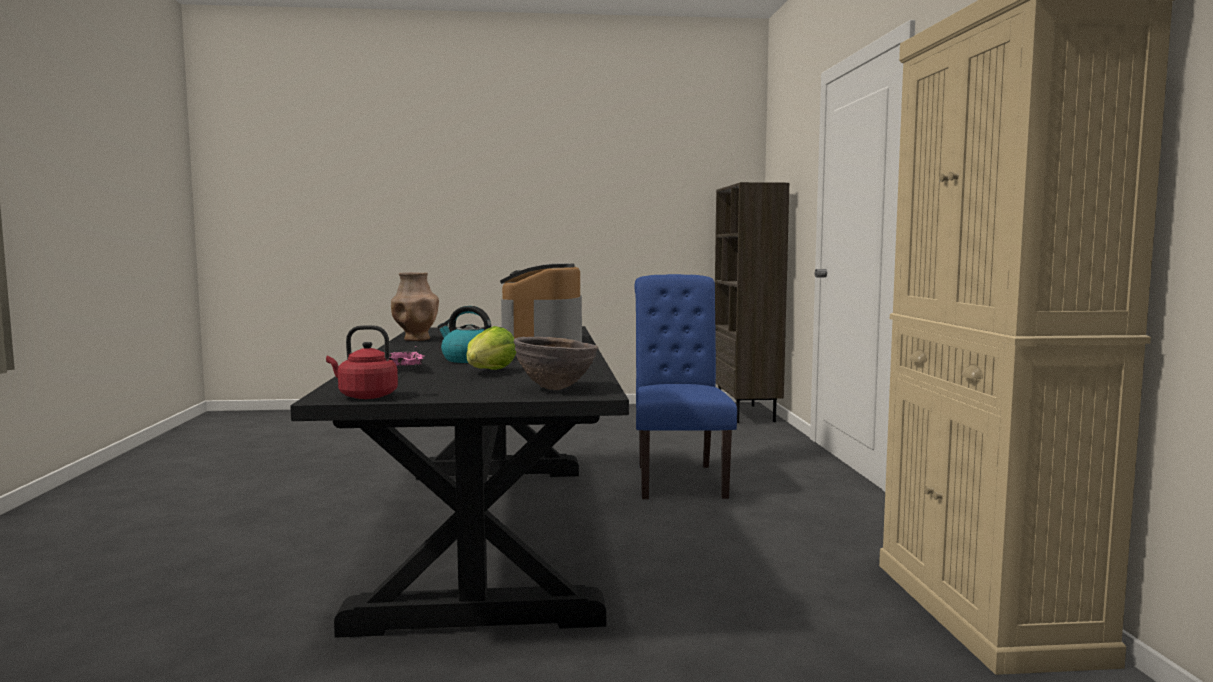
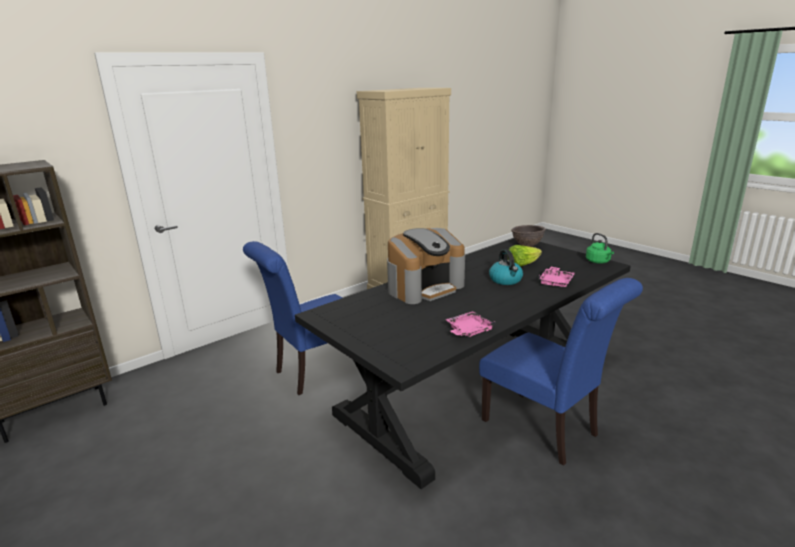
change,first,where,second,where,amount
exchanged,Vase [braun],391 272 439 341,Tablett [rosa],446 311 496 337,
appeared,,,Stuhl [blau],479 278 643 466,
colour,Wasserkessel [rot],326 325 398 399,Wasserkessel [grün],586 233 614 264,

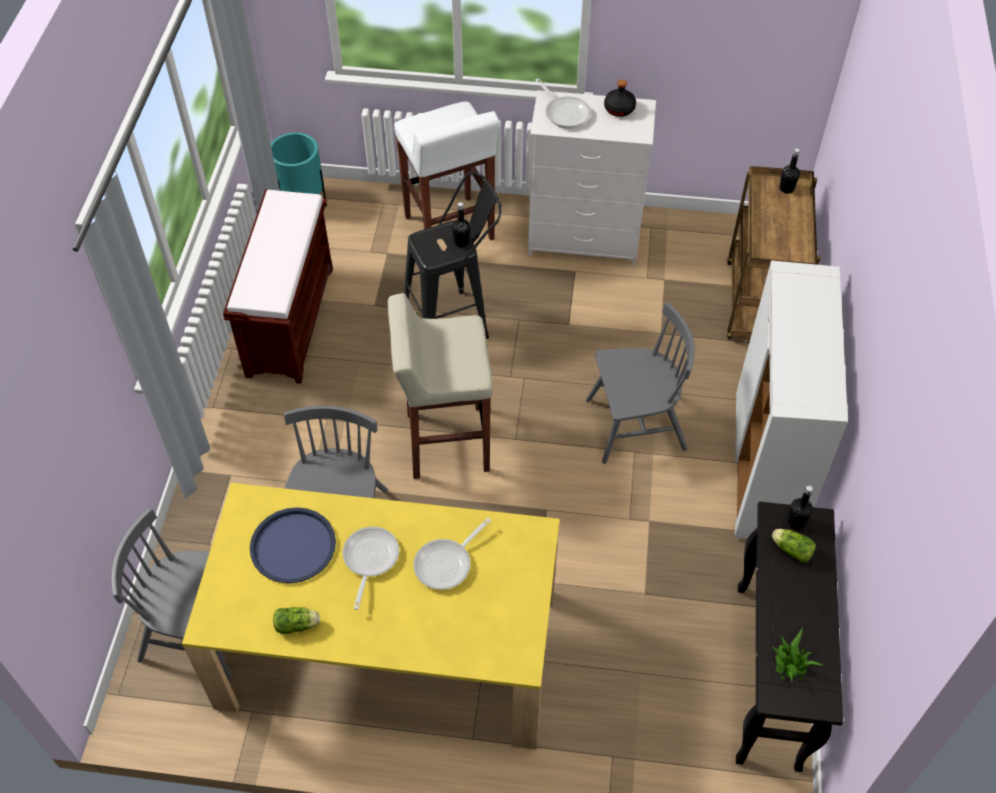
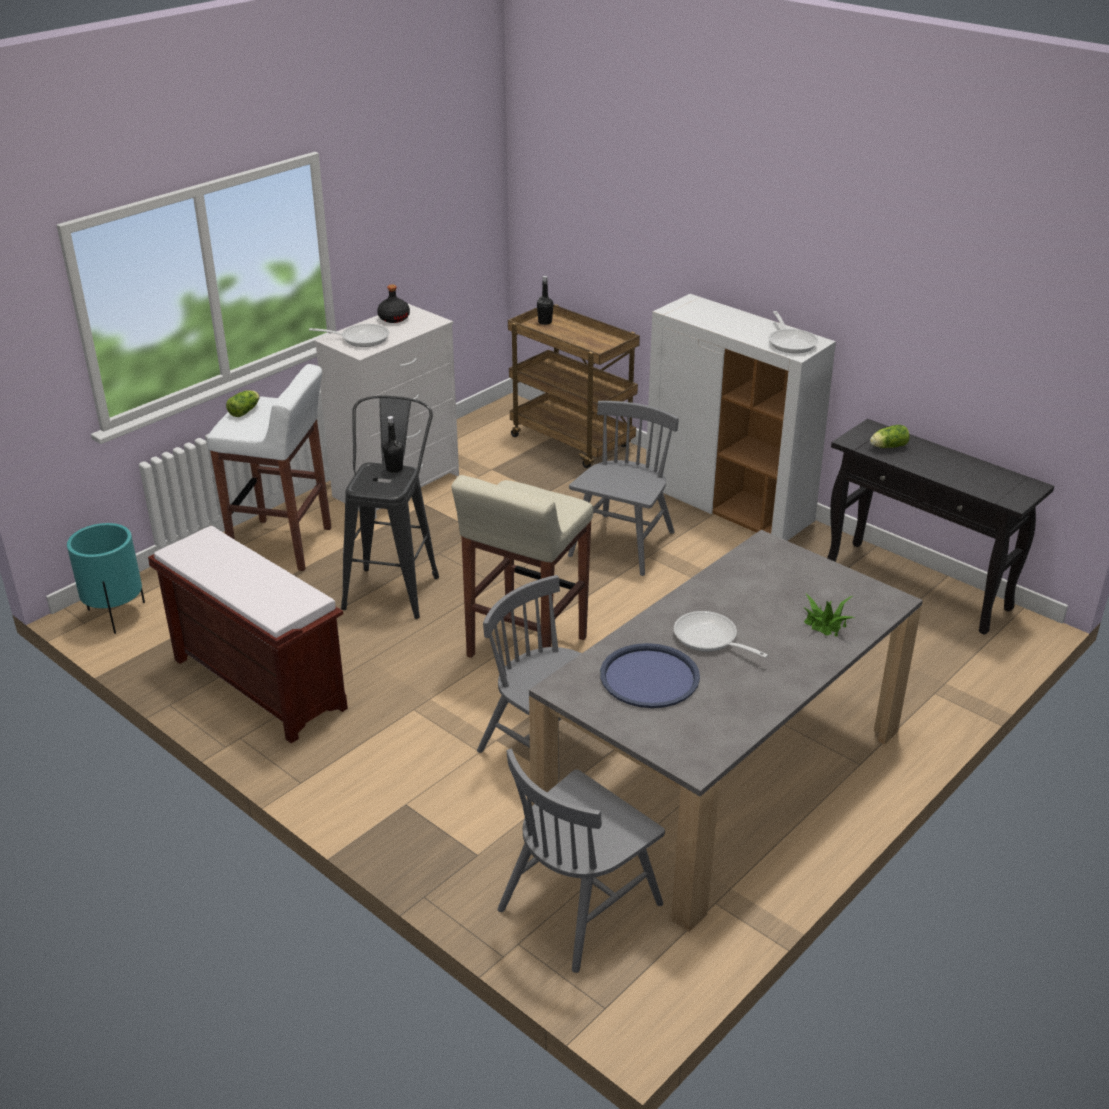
change,first,where,second,where,amount
relocated,Salatkopf,273 607 320 634,,226 390 259 417,
colour,Esstisch [gelb],182 483 560 749,Esstisch [grau],529 530 923 932,
relocated,Pfanne,413 518 491 590,,768 311 819 353,
relocated,Topfpflanze,771 629 824 682,,803 593 854 637,
missing,Flasche [schwarz],787 485 813 529,,,

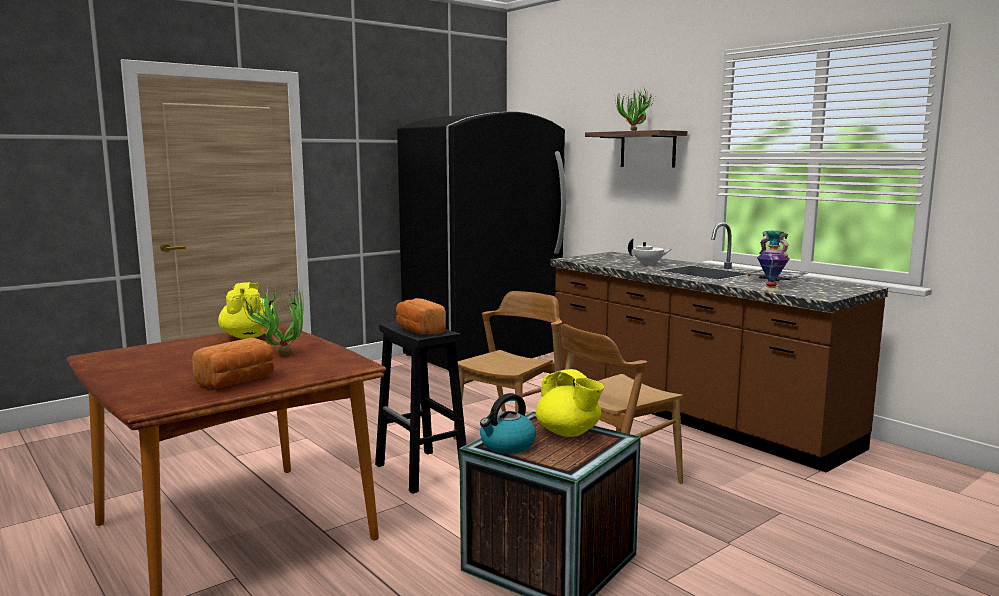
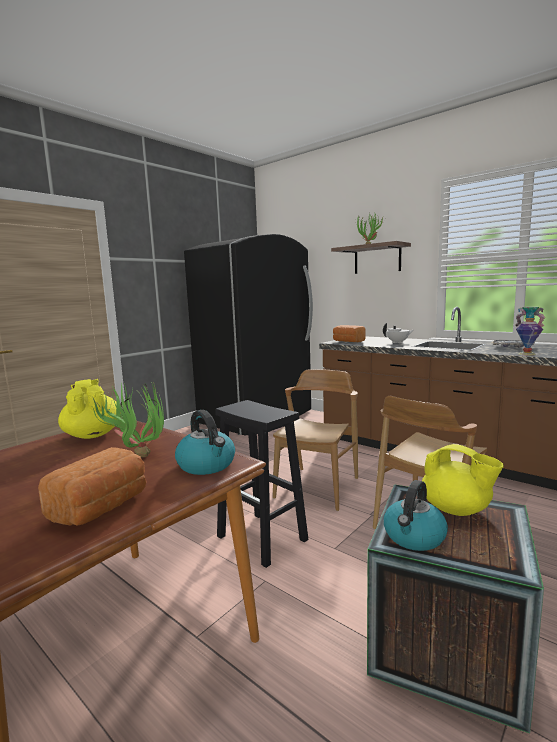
change,first,where,second,where,amount
appeared,,,Wasserkessel,175 410 235 475,
relocated,Brot,396 298 446 335,,333 325 366 342,

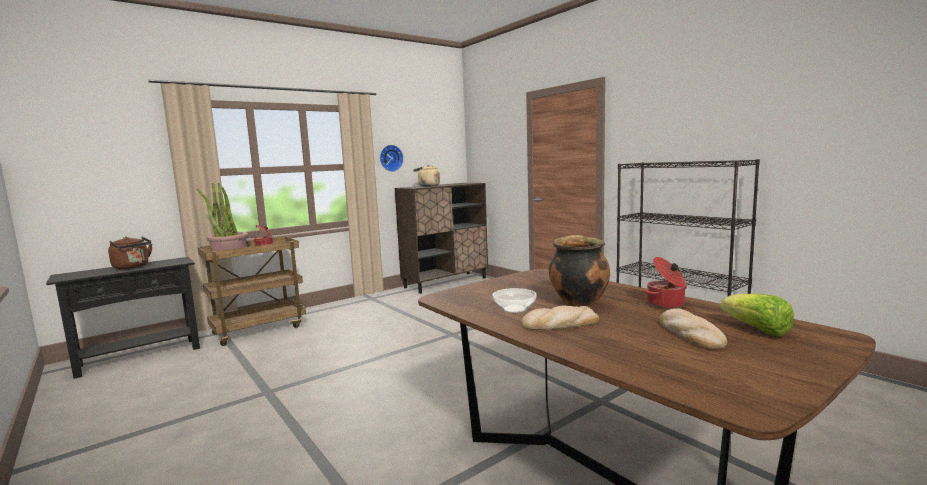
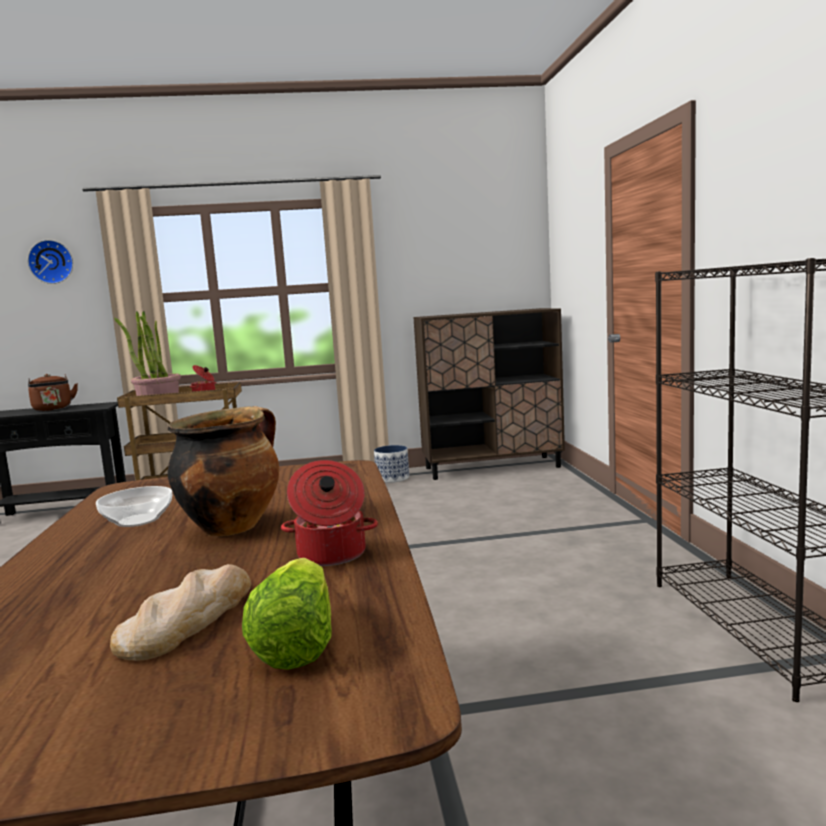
change,first,where,second,where,amount
relocated,Wanduhr,380 145 404 172,,27 240 73 284,
appeared,,,Pflanzkübel,374 445 409 483,
missing,Wasserkessel [beige],413 165 440 187,,,
missing,Brot,521 305 599 330,,,

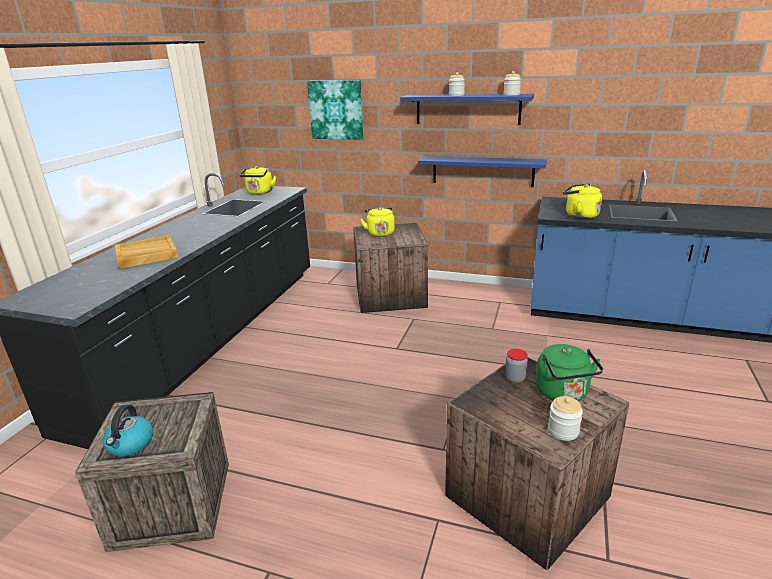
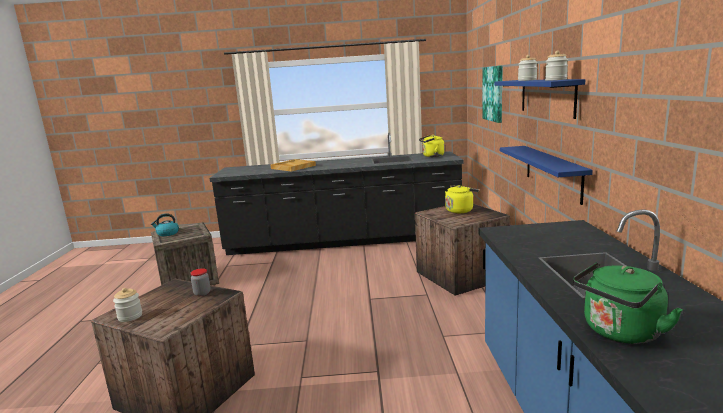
change,first,where,second,where,amount
relocated,Wasserkessel [grün],535 344 603 401,,573 262 683 344,
missing,Wasserkessel [gelb],563 183 602 219,,,

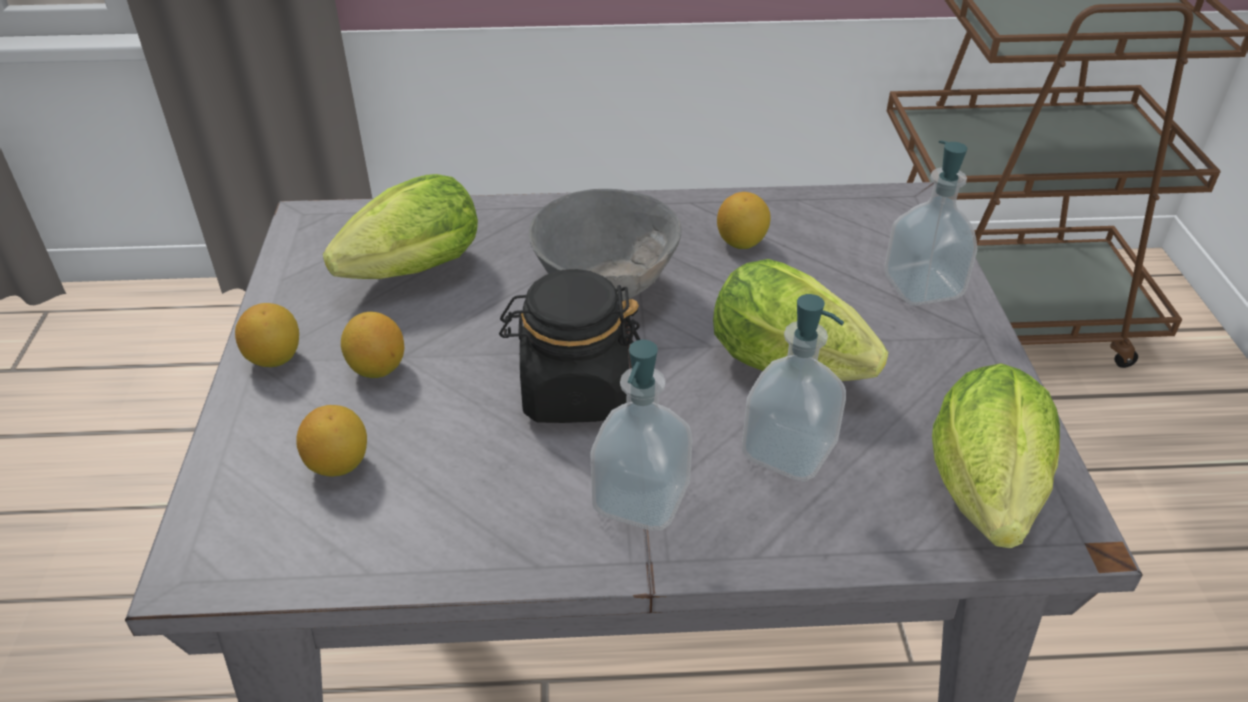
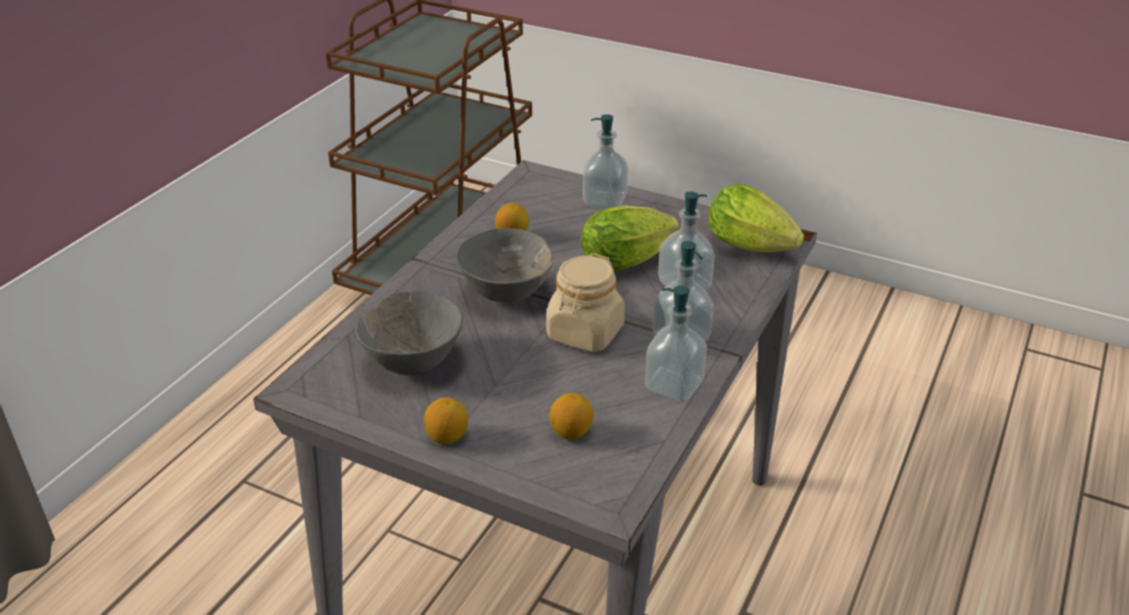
change,first,where,second,where,amount
exchanged,Salatkopf,323 174 478 279,Schüssel [grau],355 290 463 375,
colour,Vorratsglas [schwarz],499 269 641 423,Vorratsglas [beige],546 253 625 352,
appeared,,,Seifenspender,645 286 707 402,
missing,Zitrone,341 312 404 378,,,

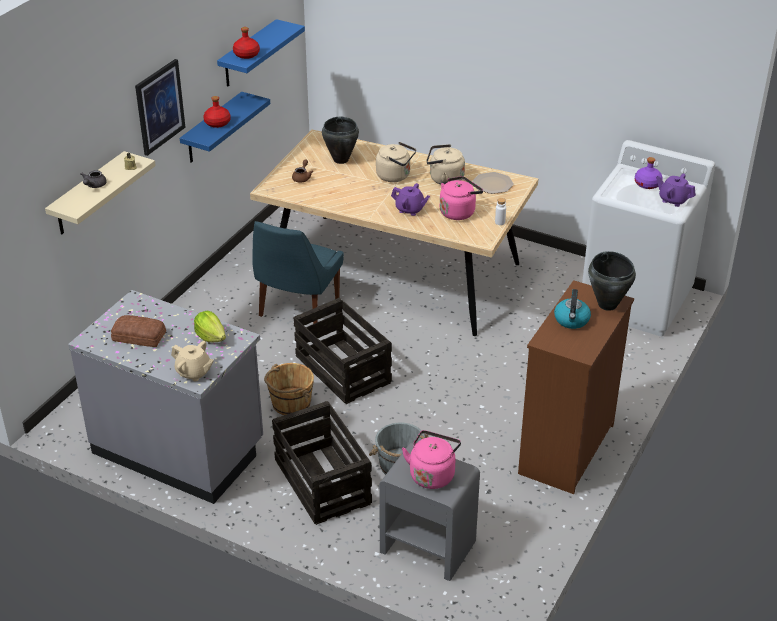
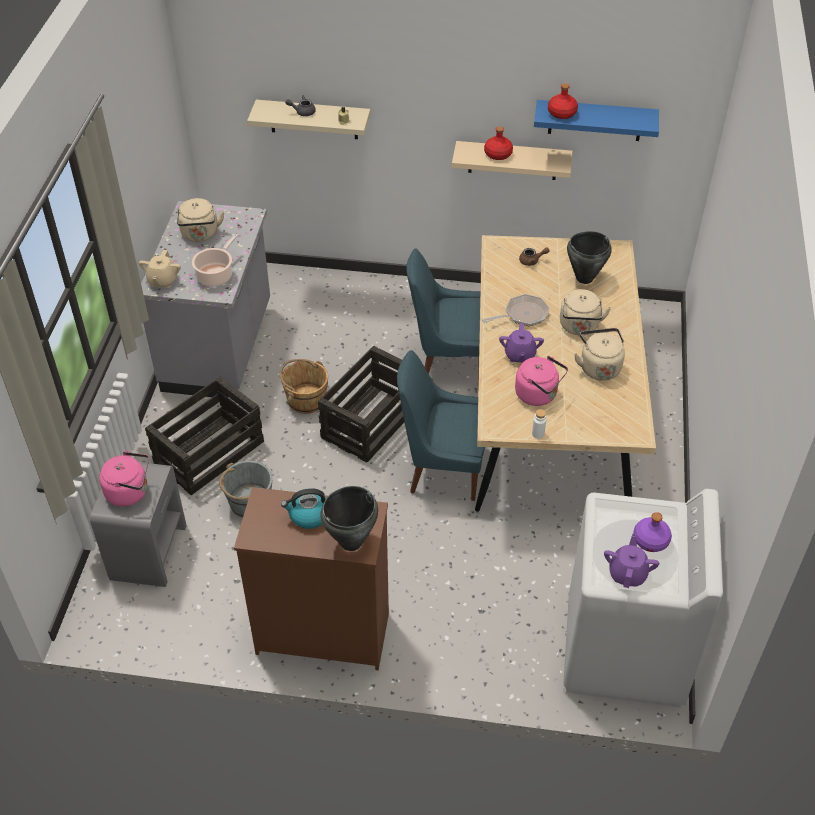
change,first,where,second,where,amount
exchanged,Brot,111 315 166 347,Wasserkessel [beige],177 198 225 242,
exchanged,Salatkopf,194 311 226 342,Kochtopf,192 234 239 287,
appeared,,,Stuhl [blau],397 350 485 501,
colour,Wandregal [blau],180 92 270 163,Wandregal [beige],452 141 573 180,
appeared,,,Pfanne,482 294 550 326,
missing,Bild,135 59 186 156,,,
missing,Teller,472 172 514 194,,,

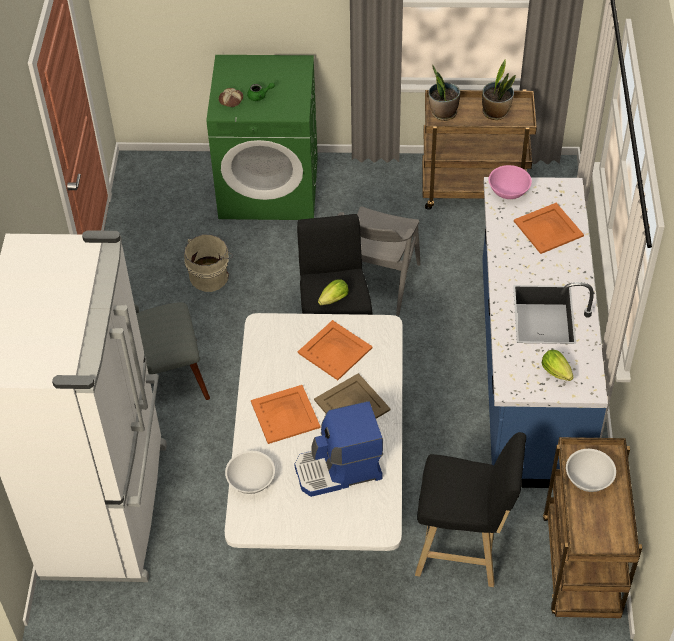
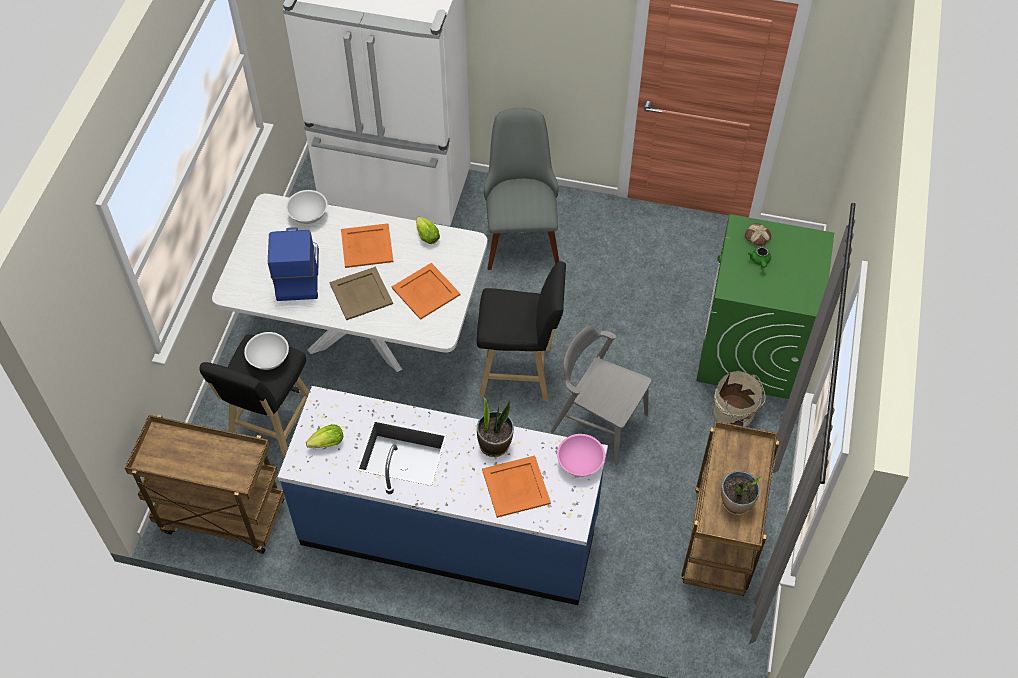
change,first,where,second,where,amount
relocated,Schüssel [weiß],566 449 616 492,,244 332 289 370,
relocated,Salatkopf,318 279 349 305,,416 217 440 244,
relocated,Topfpflanze,429 65 460 121,,477 397 514 457,
relocated,Eimer [beige],184 234 233 292,,714 370 766 427,

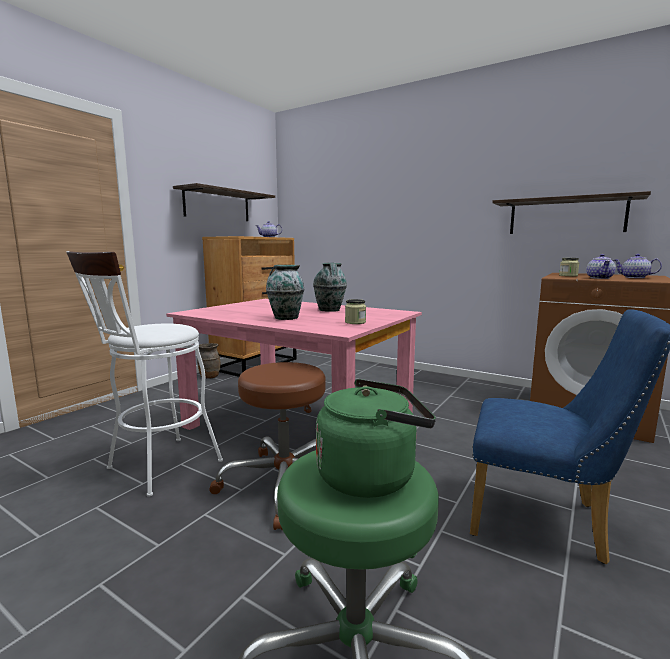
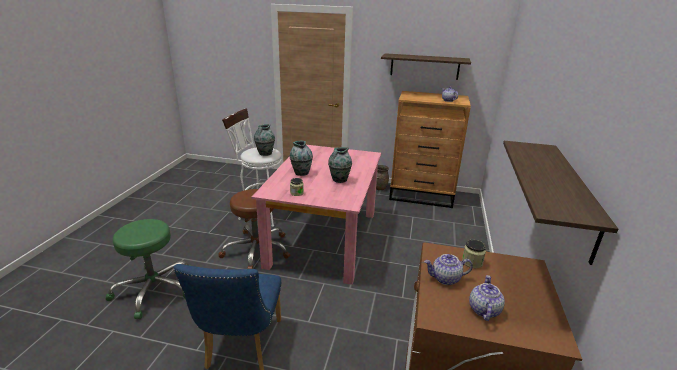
change,first,where,second,where,amount
appeared,,,Vase,254 124 275 156,
missing,Wasserkessel [grün],316 379 436 498,,,

